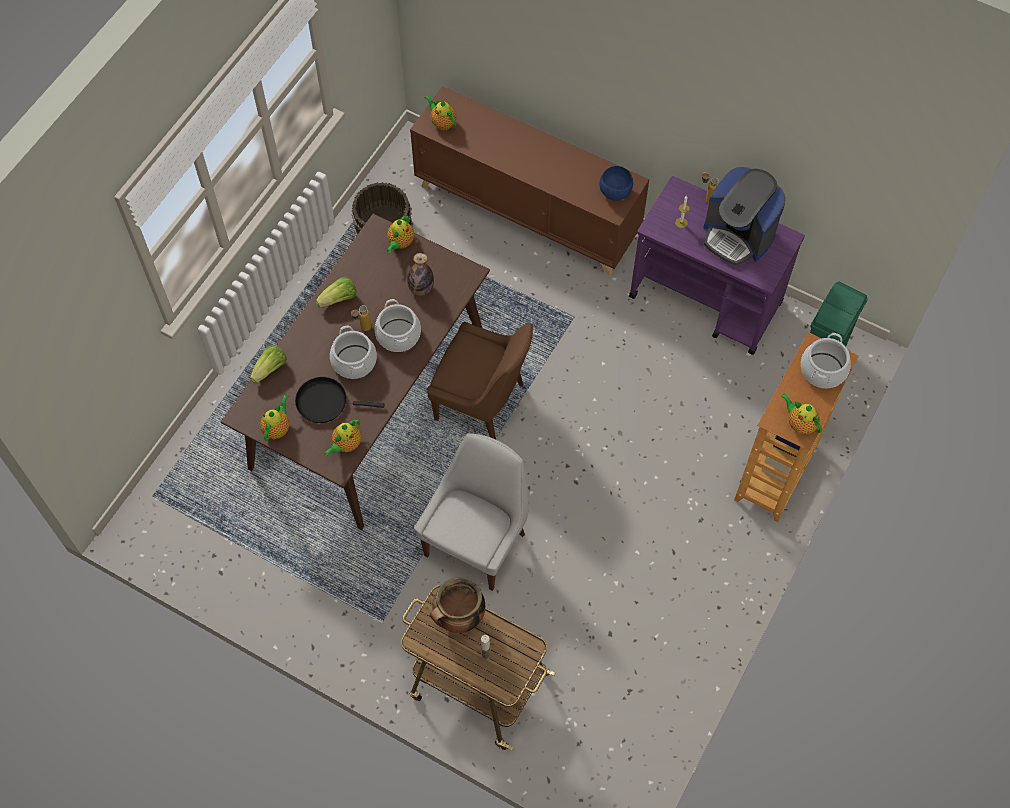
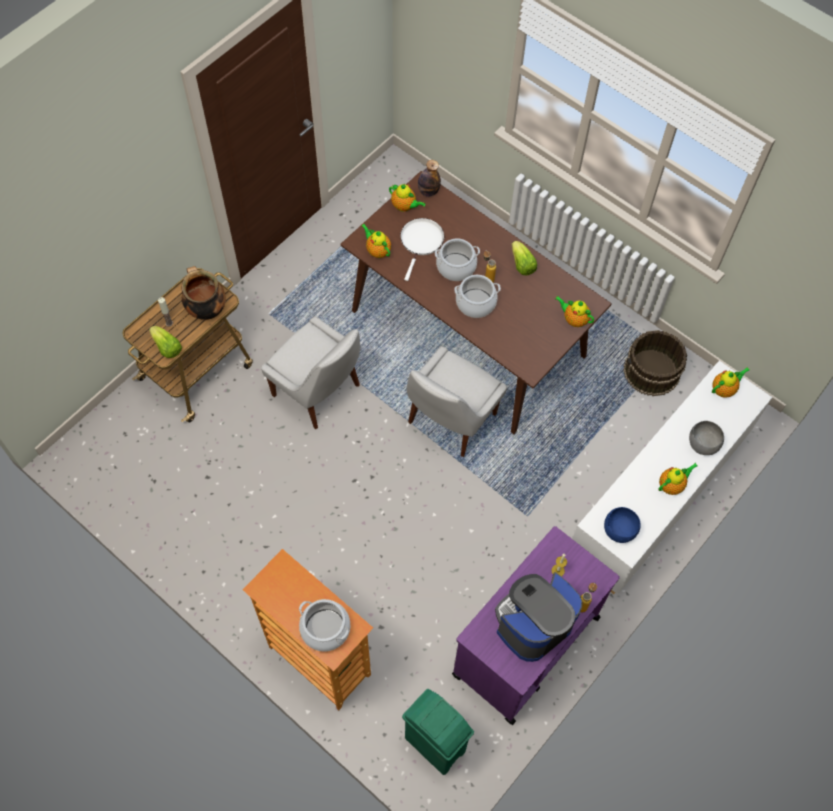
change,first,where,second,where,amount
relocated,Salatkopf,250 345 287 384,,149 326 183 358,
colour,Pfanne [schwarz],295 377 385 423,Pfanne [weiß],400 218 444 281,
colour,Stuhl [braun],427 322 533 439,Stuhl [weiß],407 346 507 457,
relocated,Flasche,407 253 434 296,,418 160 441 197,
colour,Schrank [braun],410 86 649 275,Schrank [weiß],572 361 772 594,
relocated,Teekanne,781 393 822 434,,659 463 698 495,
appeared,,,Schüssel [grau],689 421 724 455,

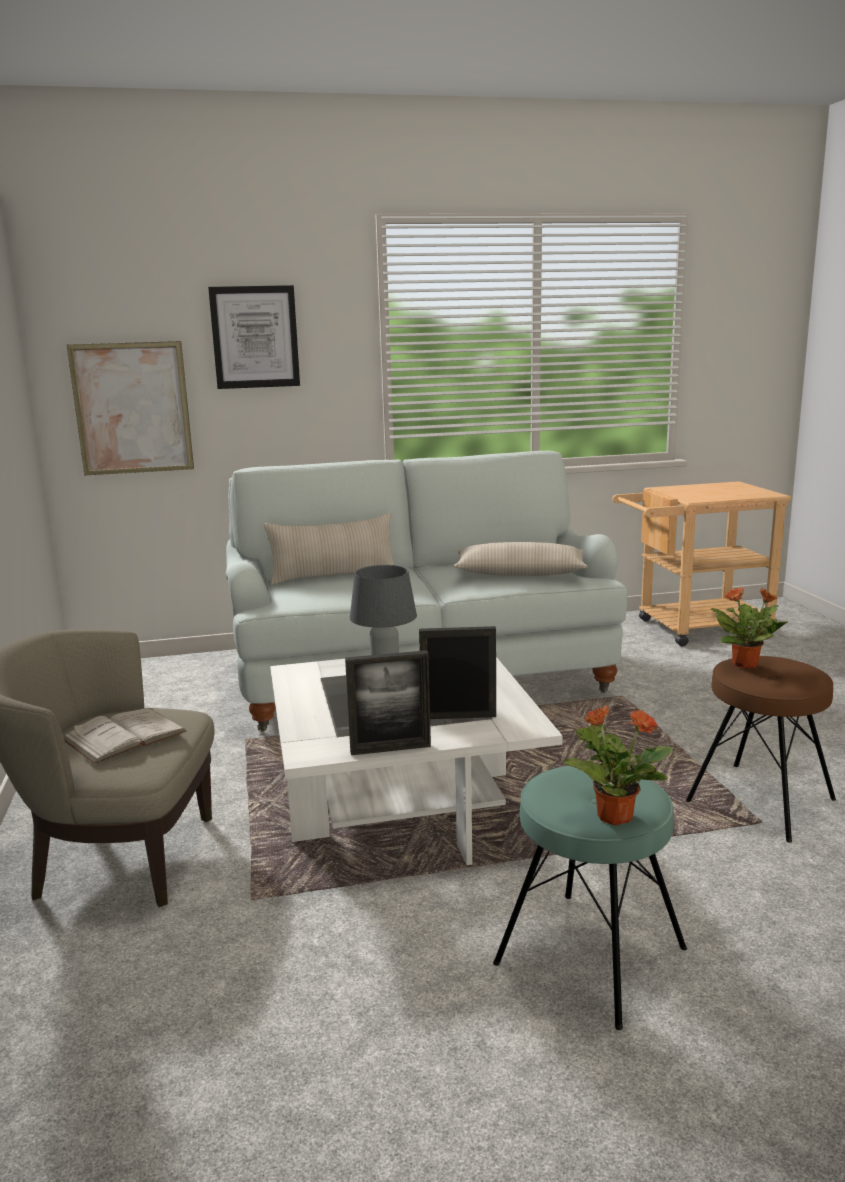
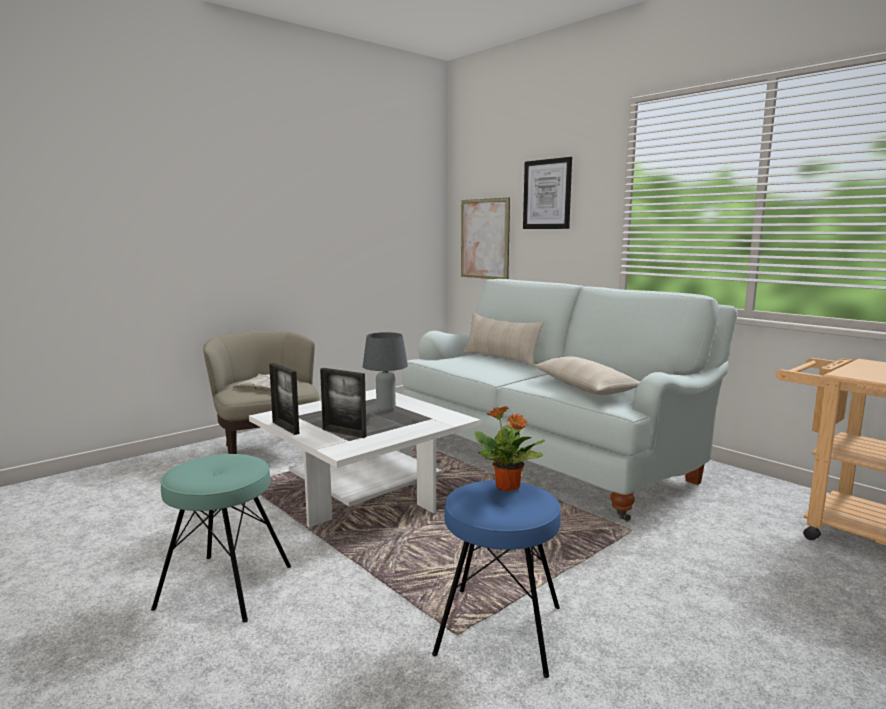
change,first,where,second,where,amount
spun,Bilderrahmen,419 626 496 719,,320 368 367 438,150 degrees clockwise
colour,Hocker [braun],686 656 836 843,Hocker [blau],432 480 561 678,
missing,Topfpflanze,563 705 673 826,,,

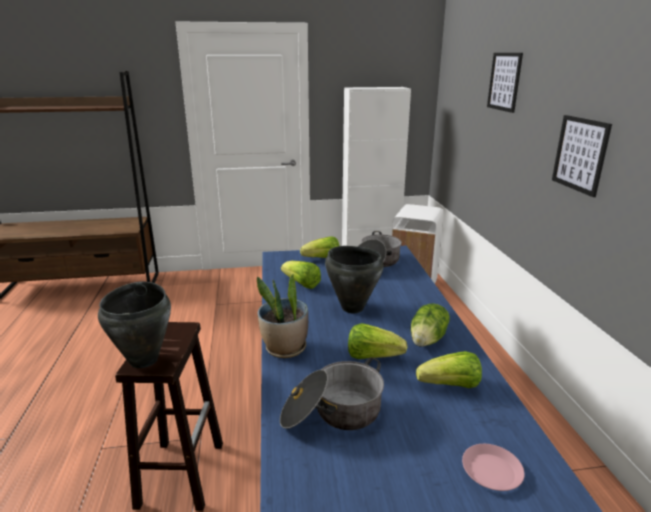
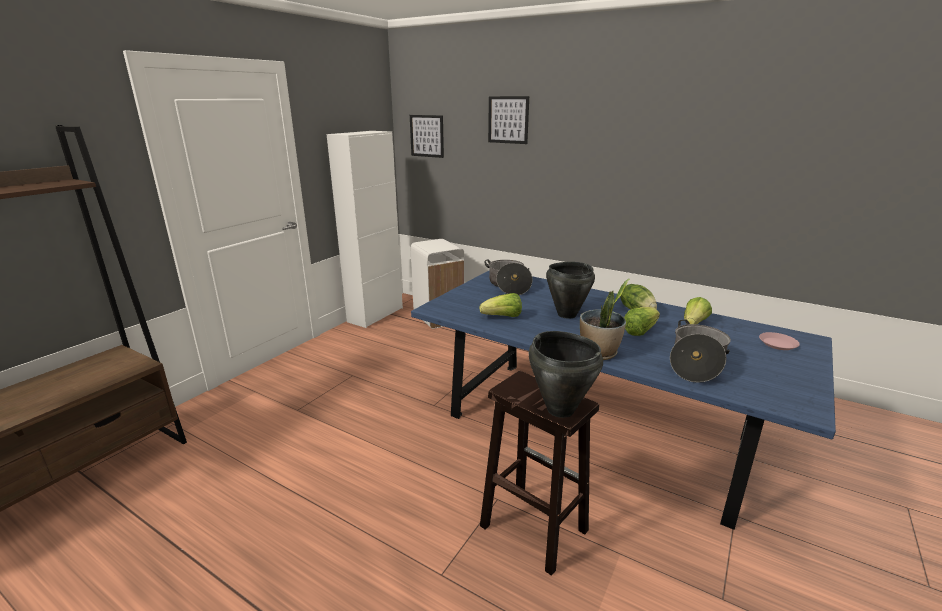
change,first,where,second,where,amount
relocated,Bild,552 115 612 197,,410 115 444 158,
missing,Salatkopf,300 236 340 258,,,

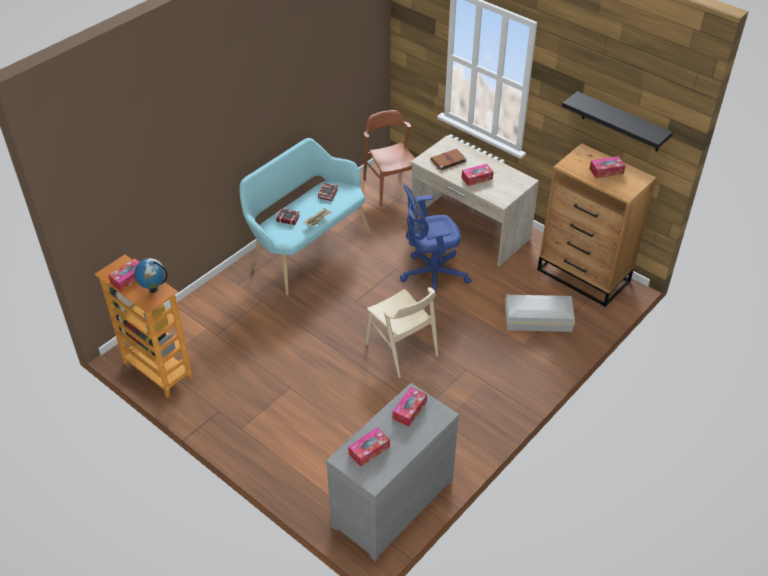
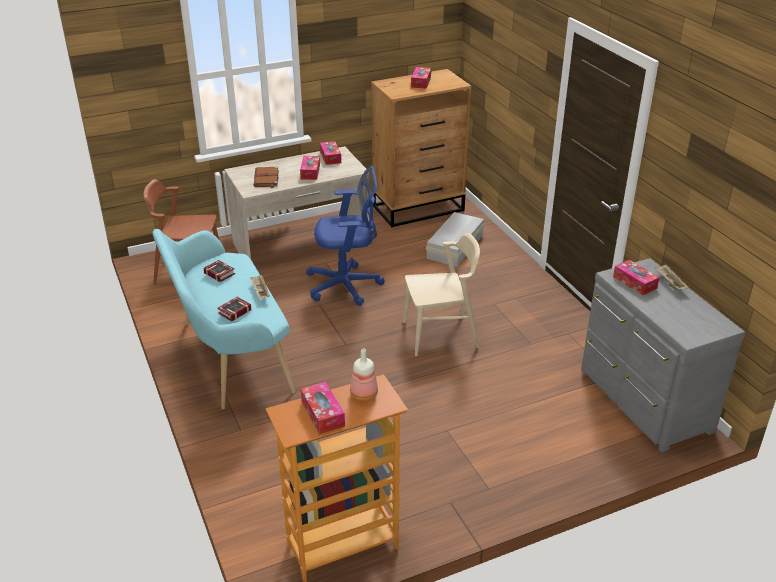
change,first,where,second,where,amount
spun,Bürostuhl [blau],400 185 472 295,,306 166 385 306,105 degrees counterclockwise
relocated,Taschentuchbox,348 427 390 467,,320 141 341 165,
exchanged,Globus,134 258 168 293,Flasche,350 348 378 401,
appeared,,,Tablett [beige],655 264 689 290,
missing,Wandregal [schwarz],562 91 673 152,,,

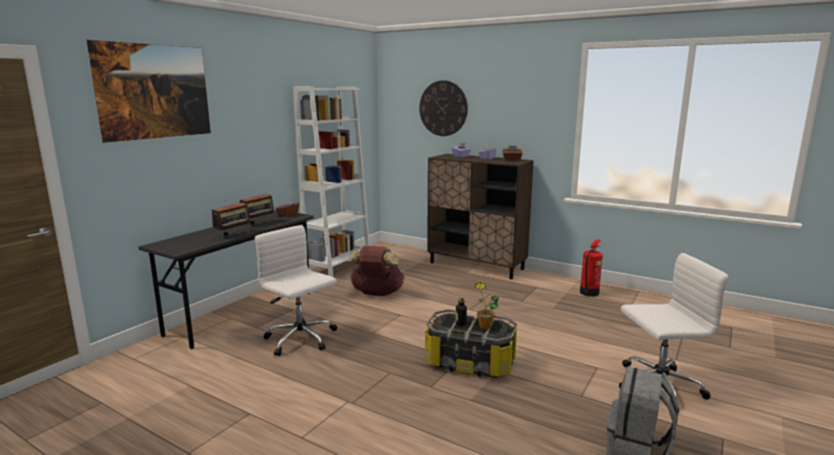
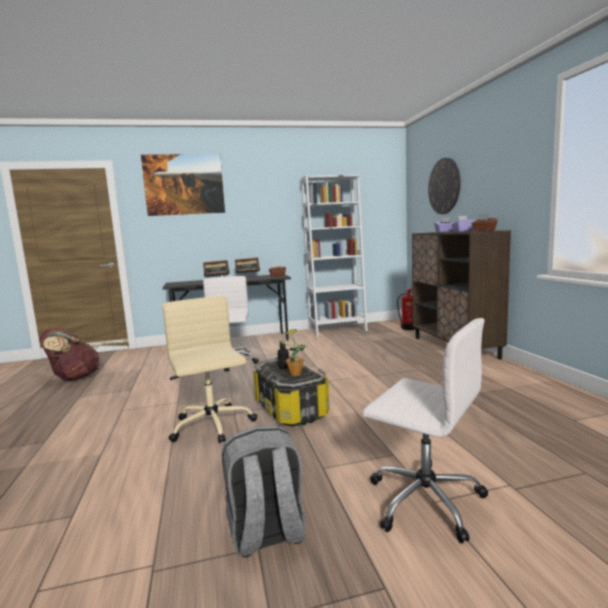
change,first,where,second,where,amount
relocated,Rucksack [braun],348 246 405 296,,39 327 100 381,
appeared,,,Bürostuhl [beige],162 296 257 443,
relocated,Feuerlöscher,580 239 603 297,,397 289 415 330,

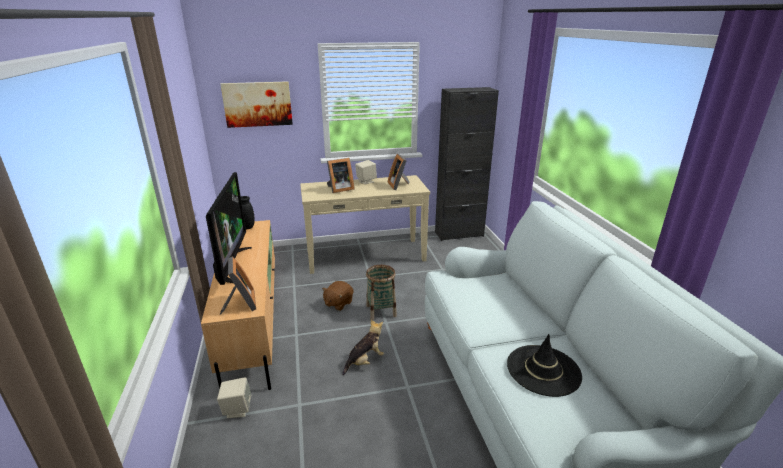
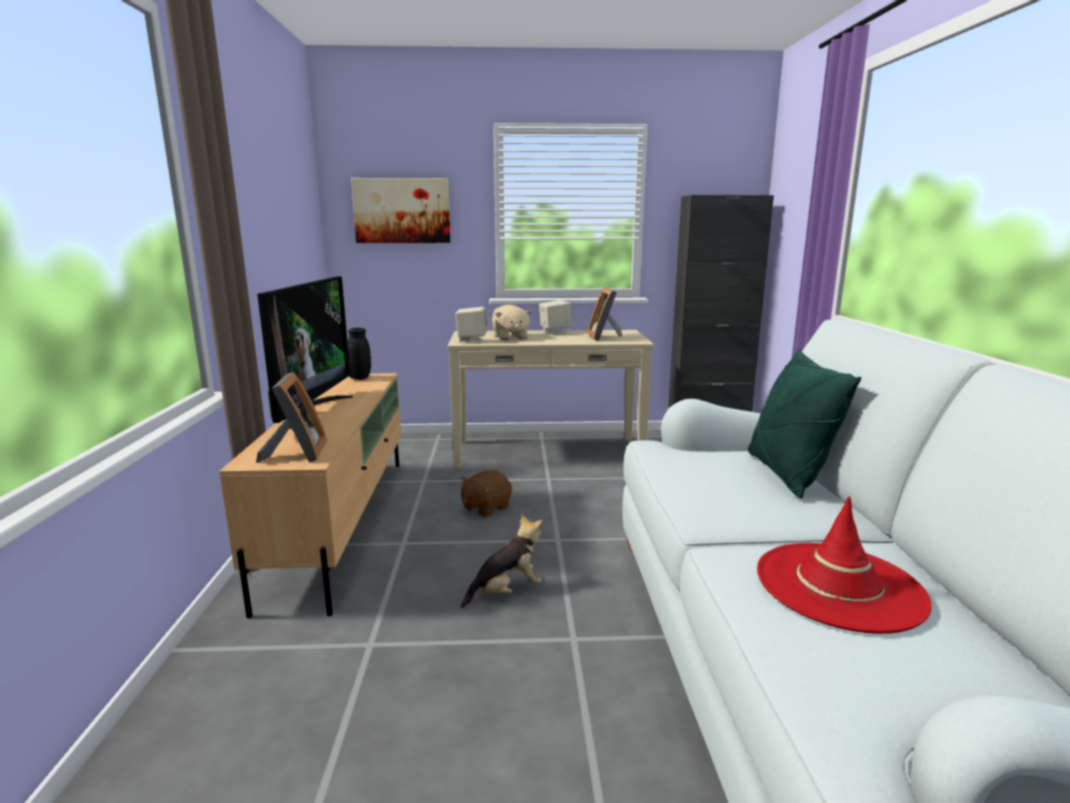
change,first,where,second,where,amount
relocated,Lautsprecher [beige],217 377 252 418,,455 307 488 343,
exchanged,Bilderrahmen,327 158 355 193,Plüschtier [beige],492 305 532 340,
appeared,,,Kissen [grün],748 348 861 498,
colour,Hut [schwarz],507 334 582 397,Hut [rot],757 496 932 634,
missing,Korb,366 265 397 320,,,

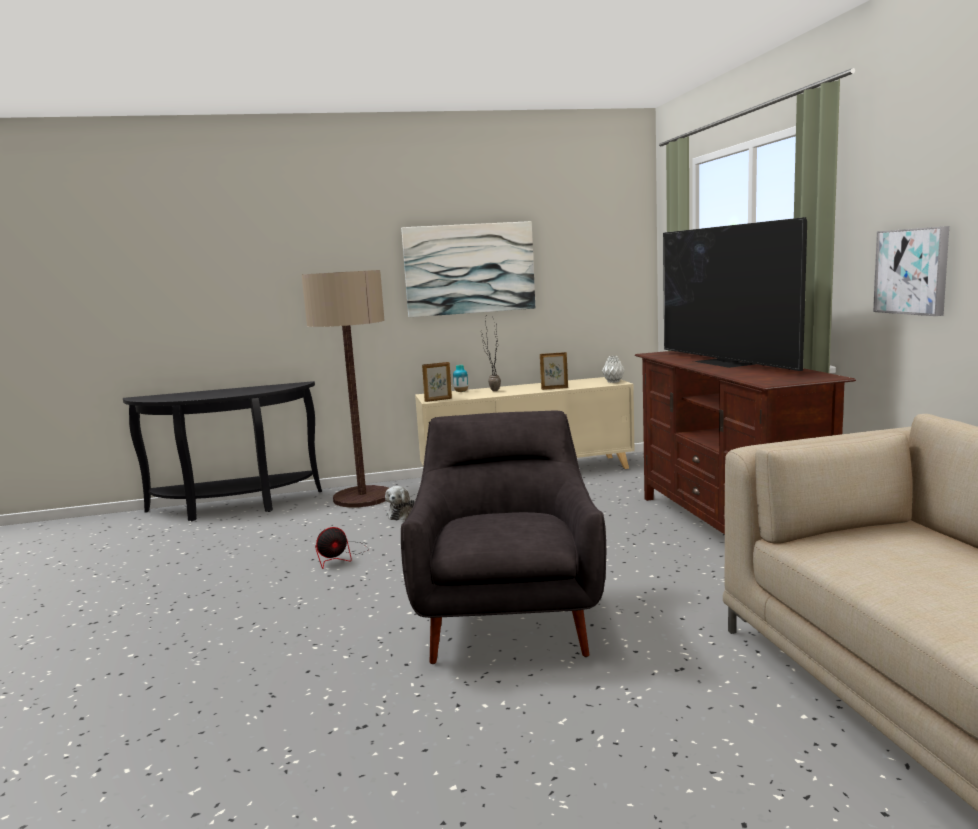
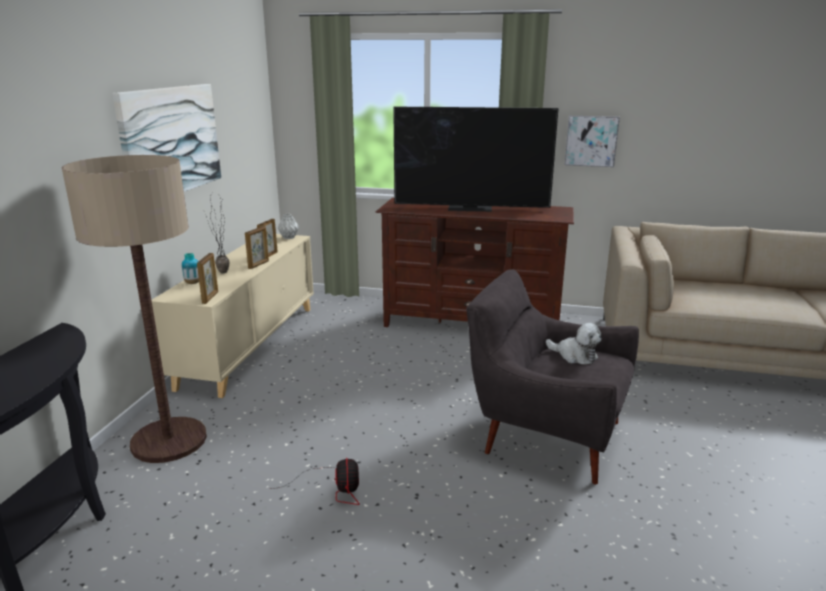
change,first,where,second,where,amount
appeared,,,Bilderrahmen,245 226 269 269,
relocated,Plüschtier,385 486 415 520,,546 323 601 365,

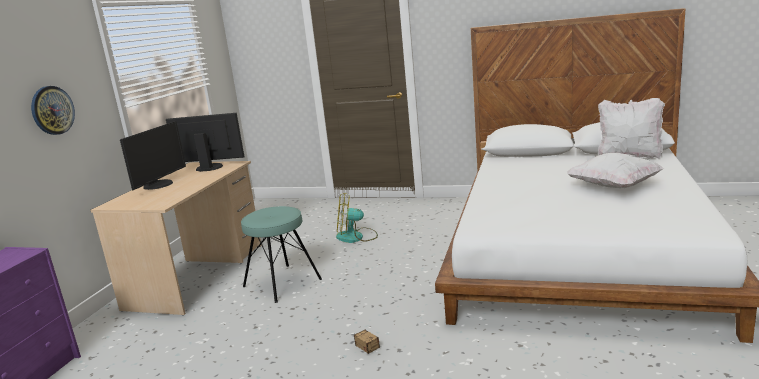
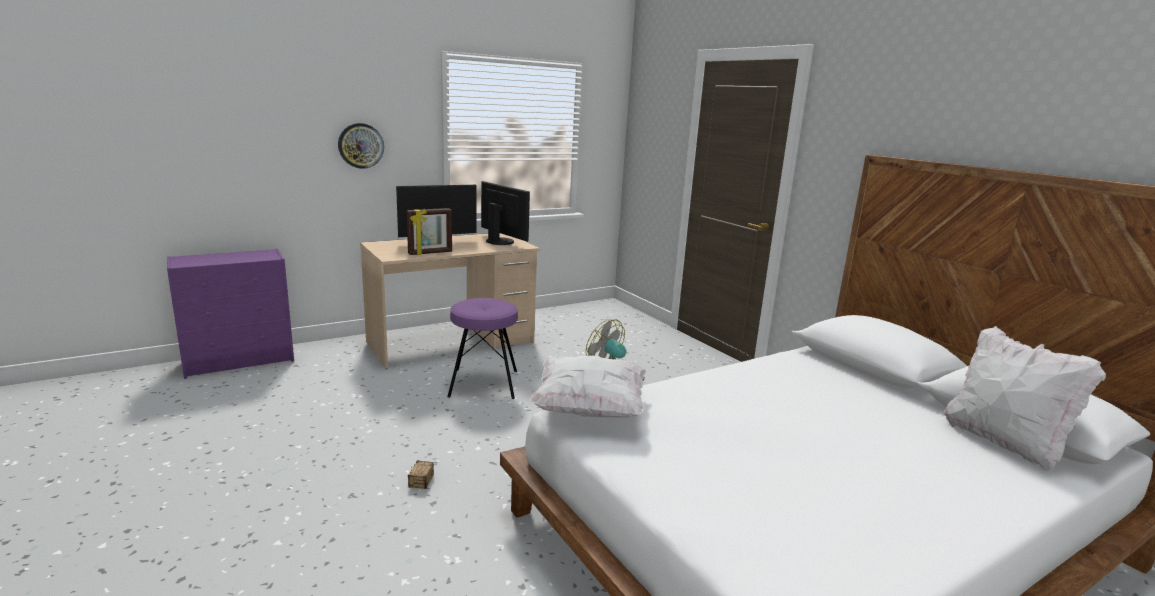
change,first,where,second,where,amount
appeared,,,Bilderrahmen,407 208 452 255,
colour,Hocker [türkis],241 206 322 303,Hocker [lila],447 298 518 399,
relocated,Kissen [weiß],567 153 664 188,,530 356 647 418,

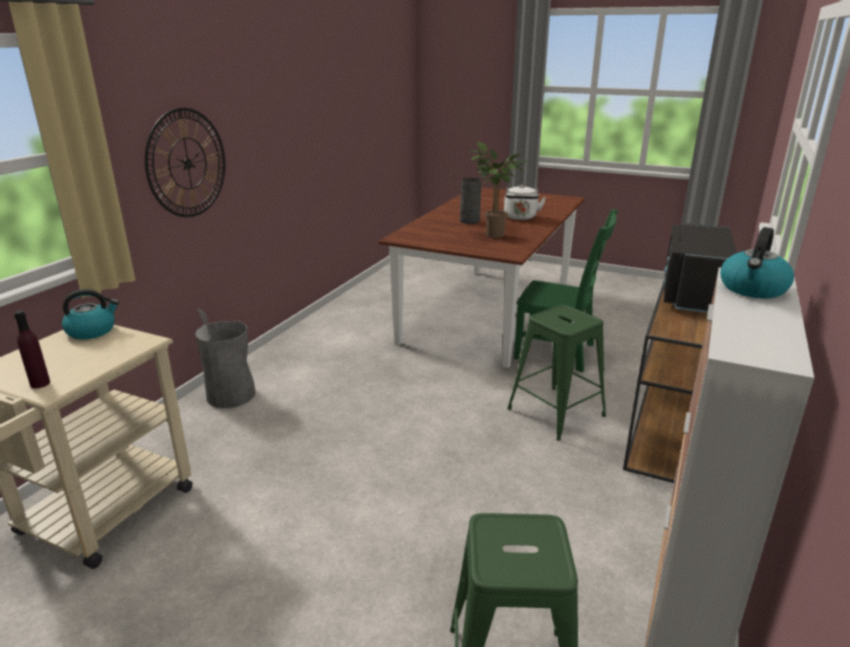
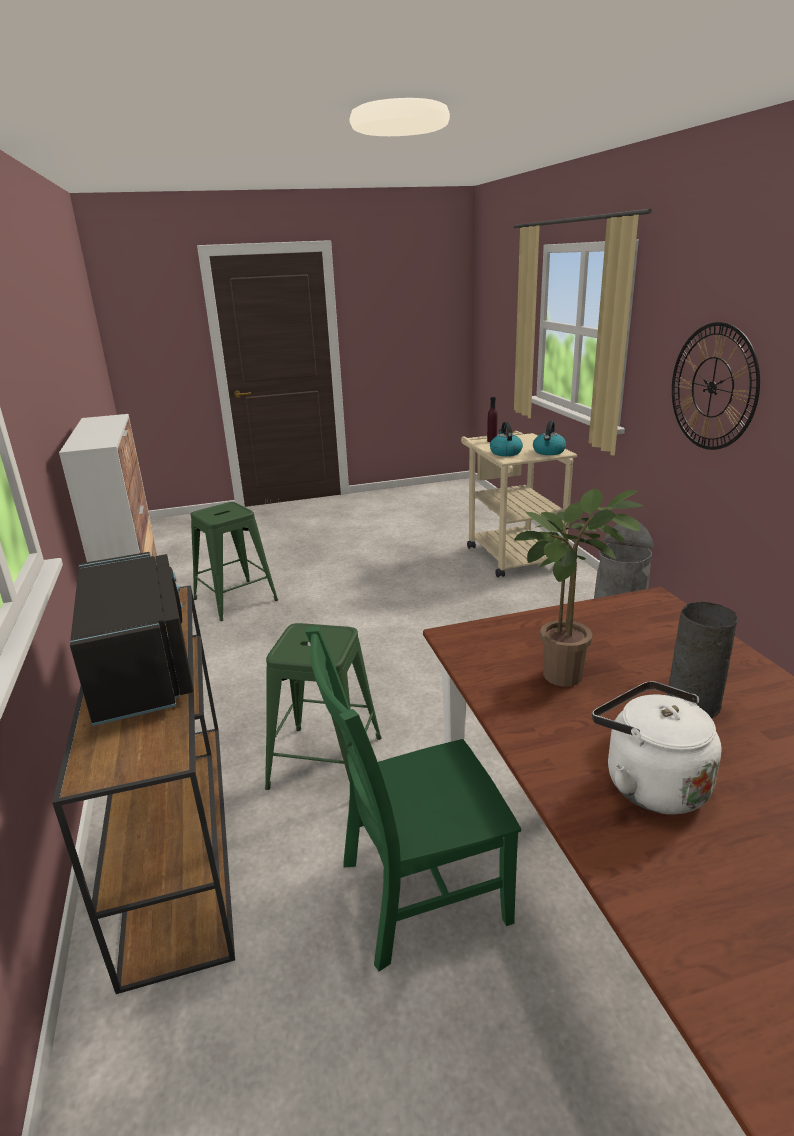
change,first,where,second,where,amount
relocated,Wasserkessel,720 227 794 298,,490 422 523 456,

